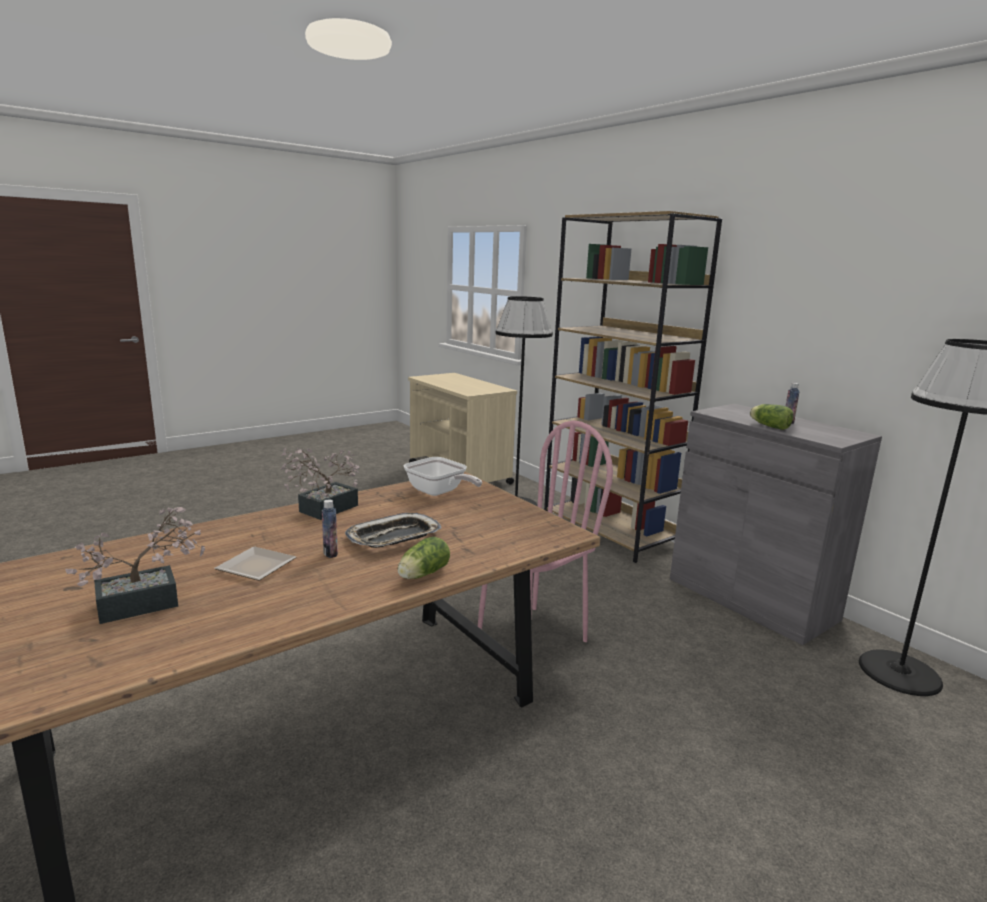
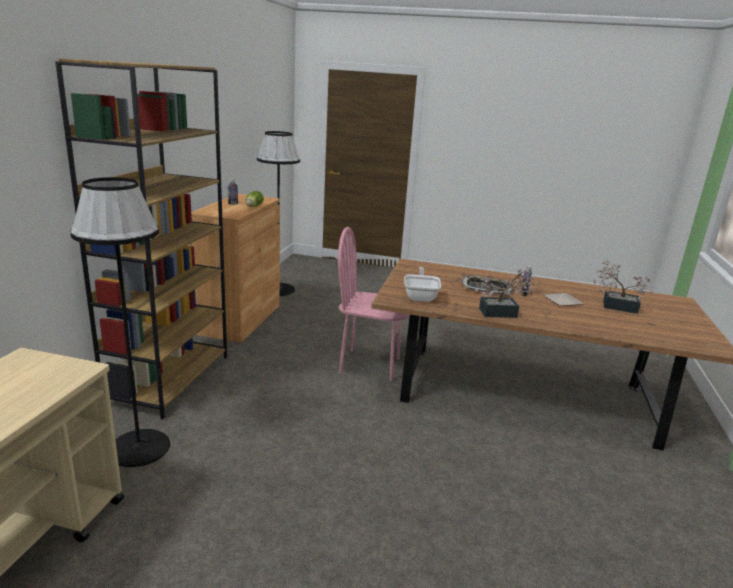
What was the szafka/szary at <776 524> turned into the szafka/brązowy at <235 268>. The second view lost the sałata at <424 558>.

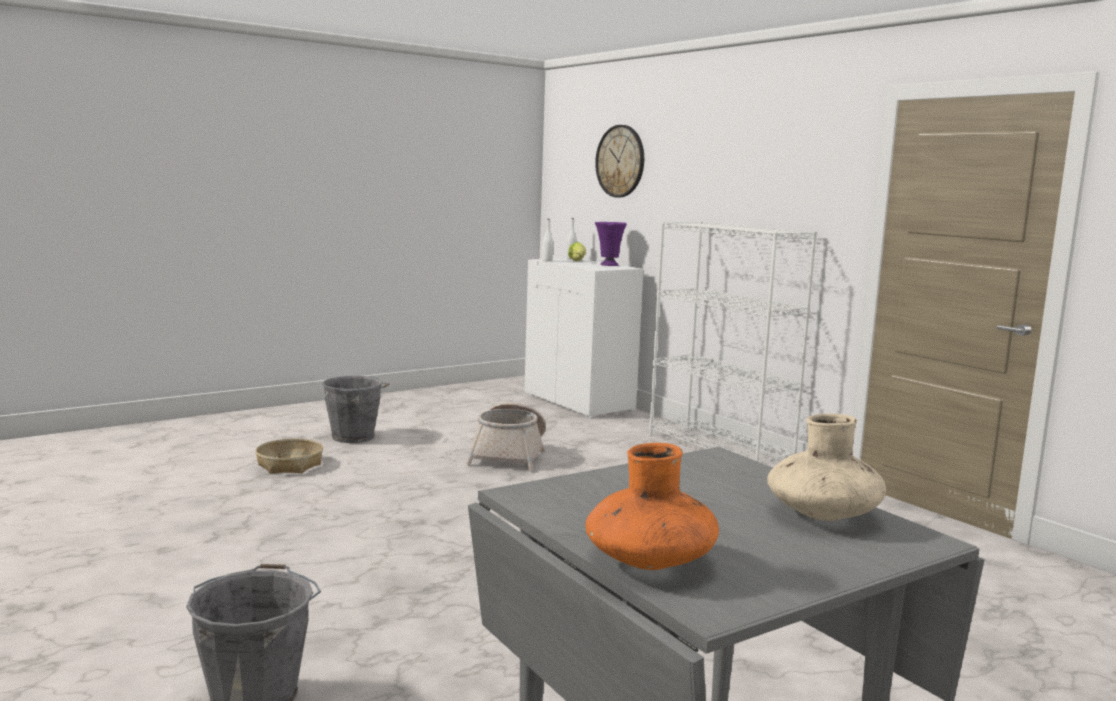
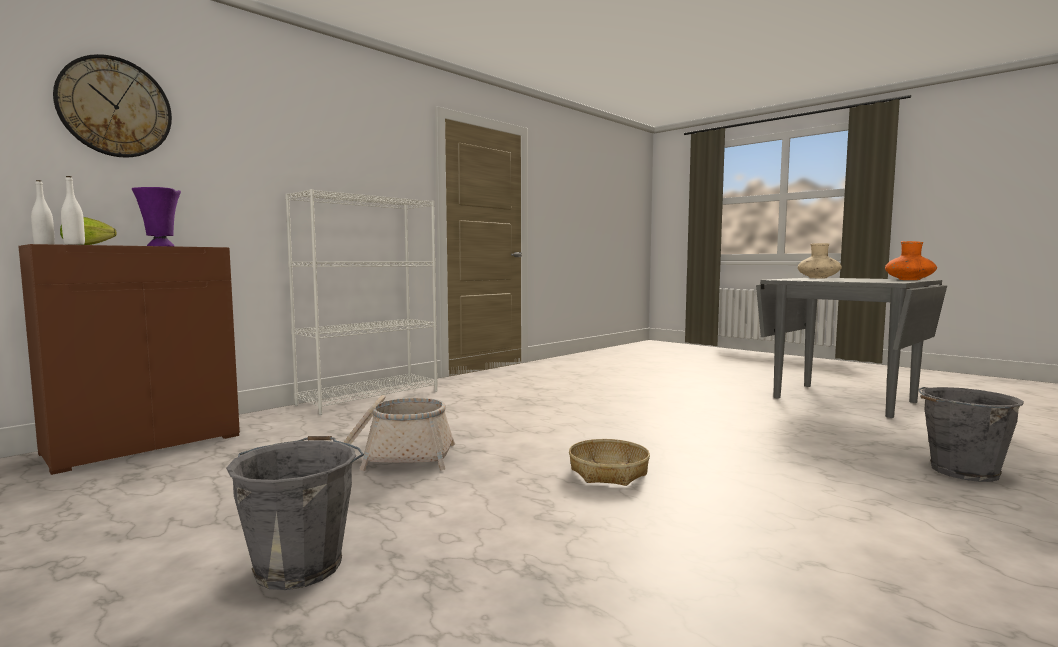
What was the szafka/biały at <583 338> turned into the szafka/brązowy at <129 359>. The koszyk ended up elsewhere, having gone from <289 456> to <609 462>.

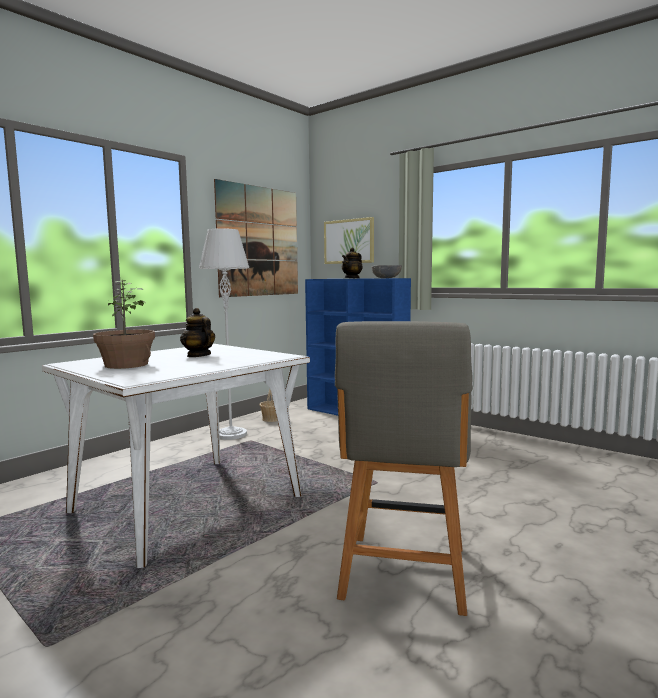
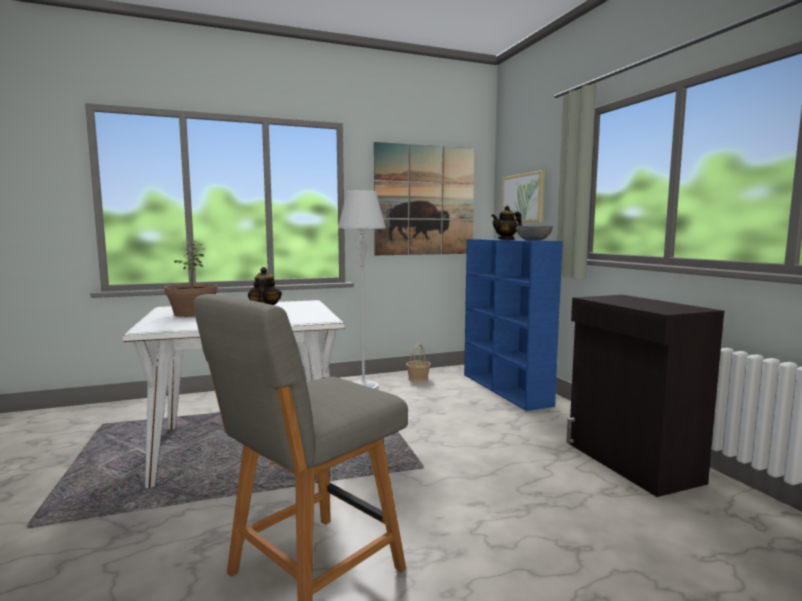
The second view gained the szafka/czarny at <645 396>.

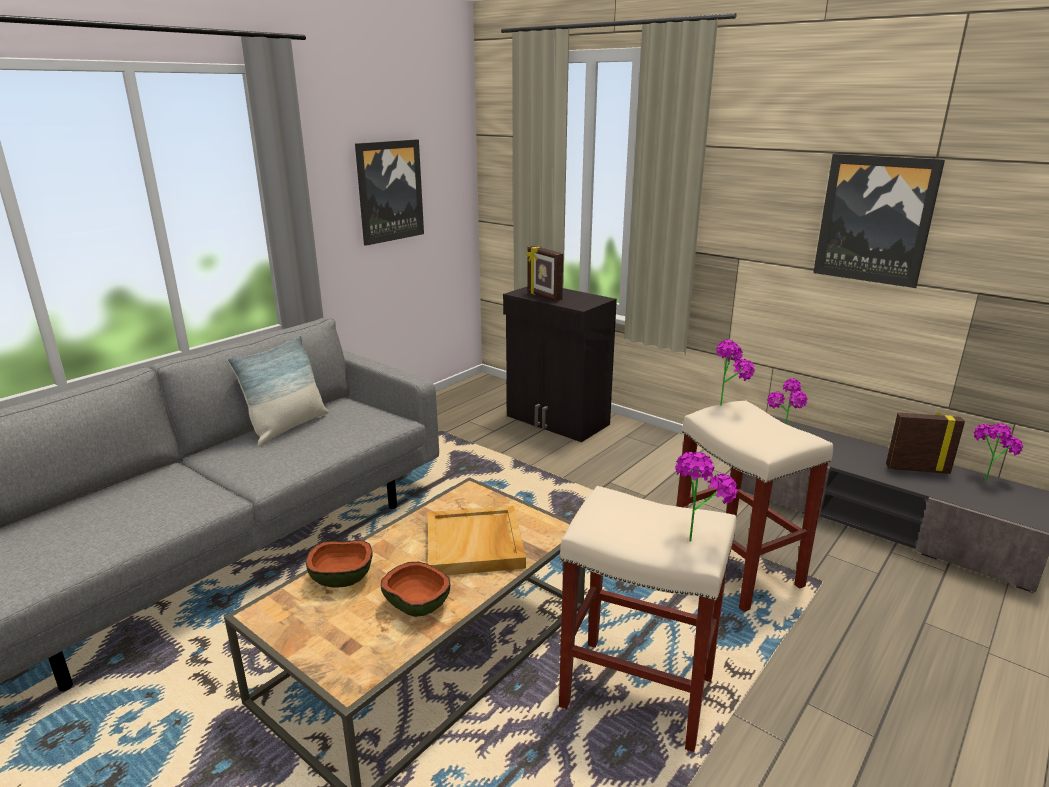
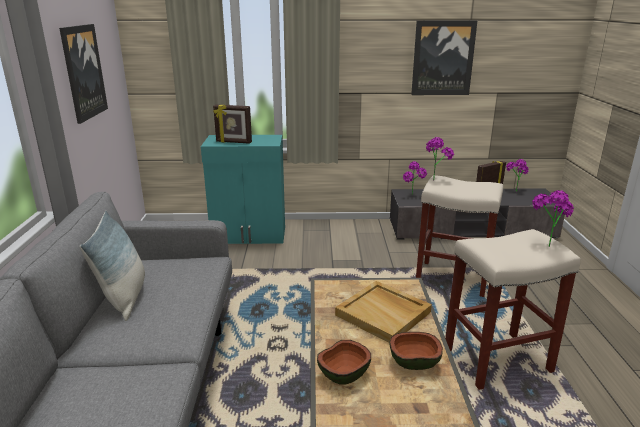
What was the szafka/czarny at <560 364> turned into the szafka/turkusowy at <243 189>.

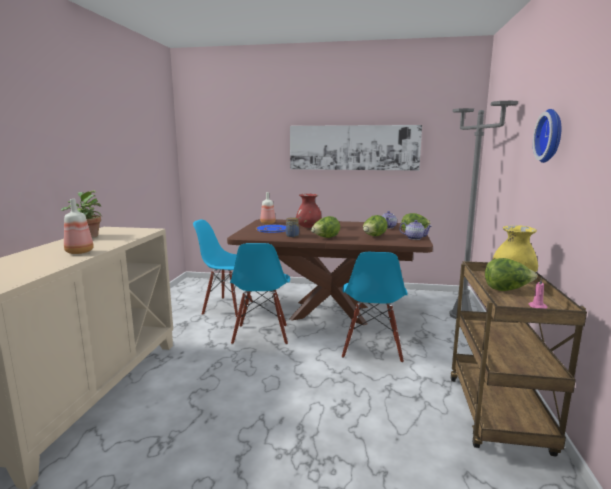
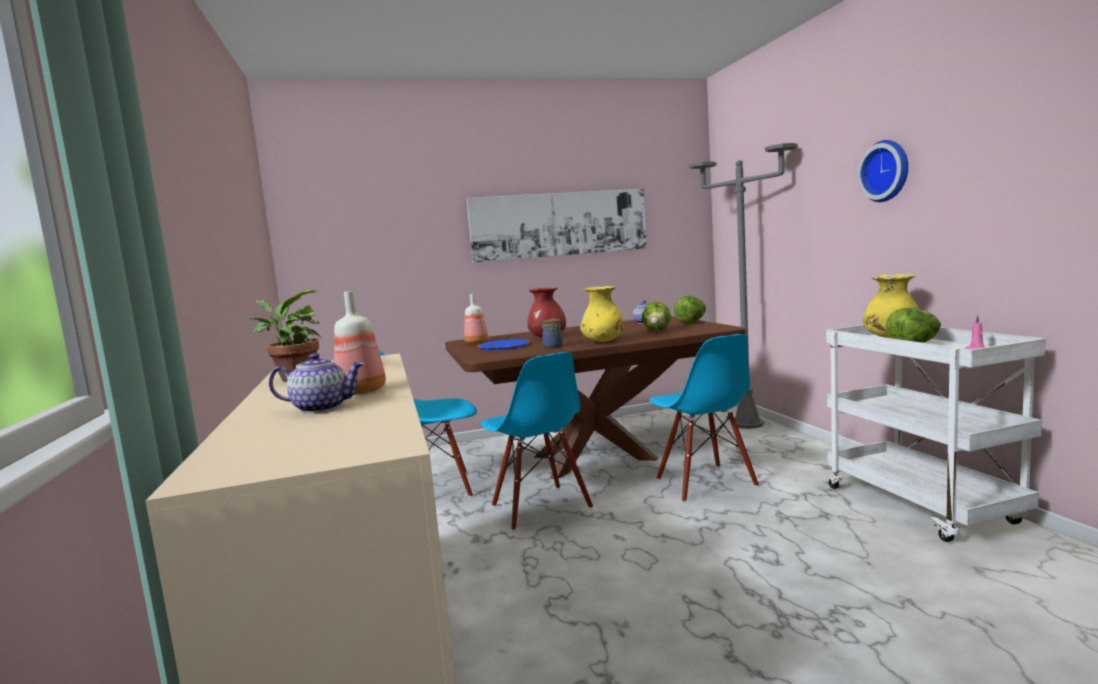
The imbryk ended up elsewhere, having gone from <415 230> to <316 383>. Where the sałata stood at <325 227>, the wazon/żółty came to stand at <601 314>. What was the wózek/brązowy at <518 358> turned into the wózek/biały at <936 433>.

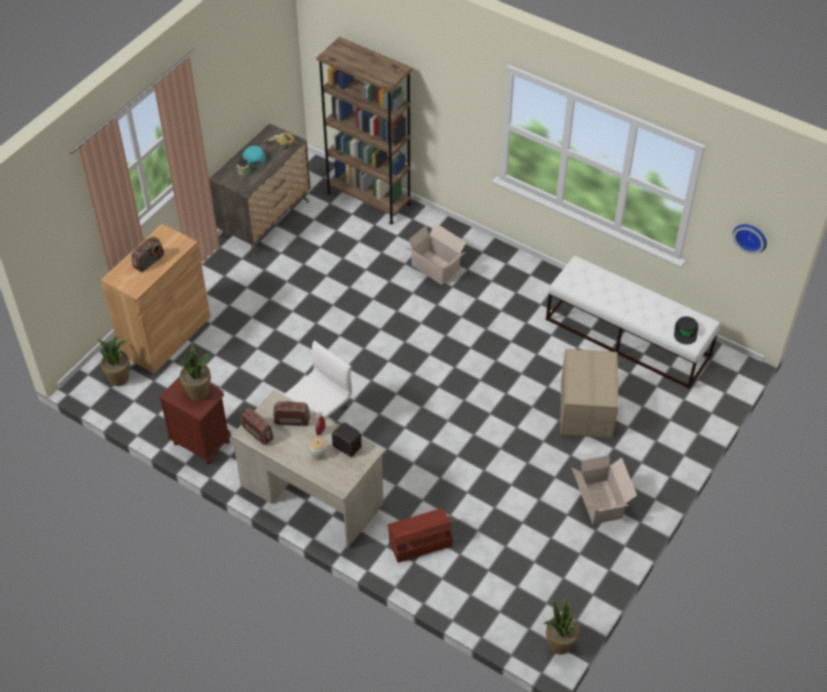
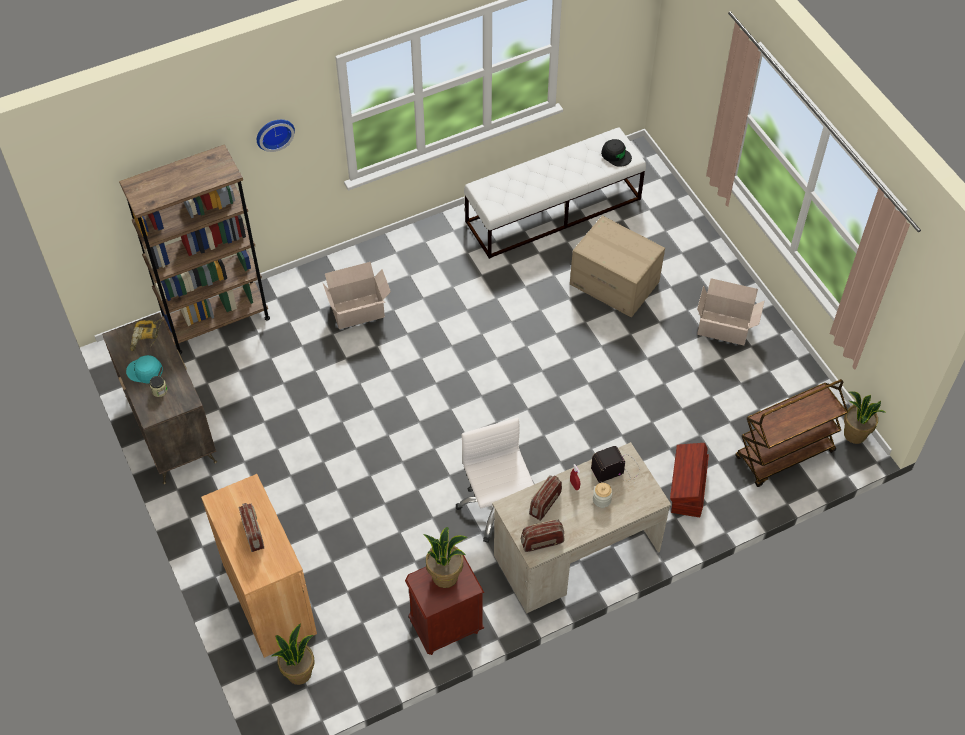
The zegar ścienny ended up elsewhere, having gone from <750 239> to <276 136>. The second view gained the wózek/brązowy at <791 433>.

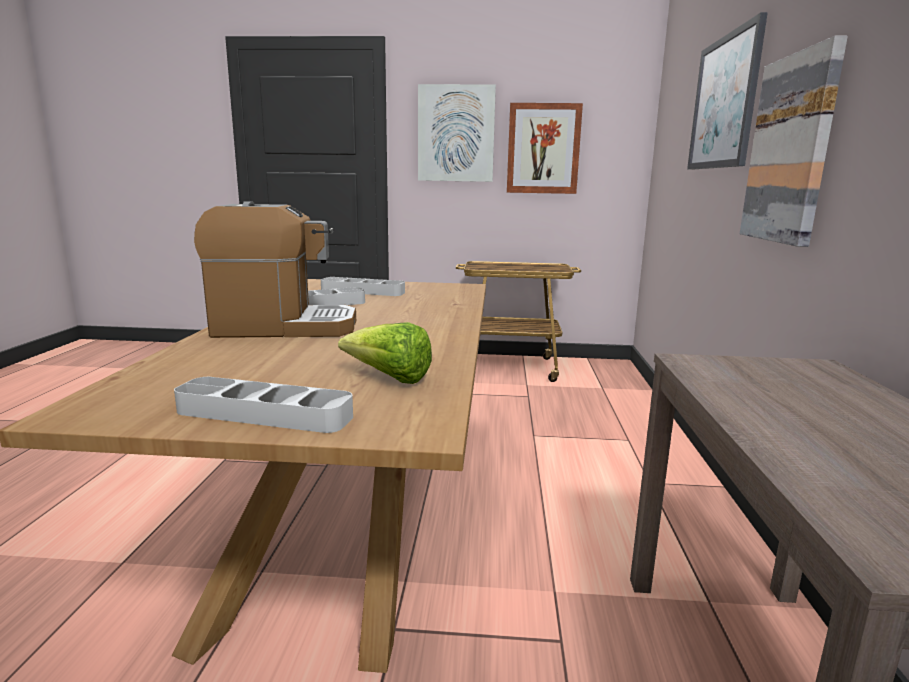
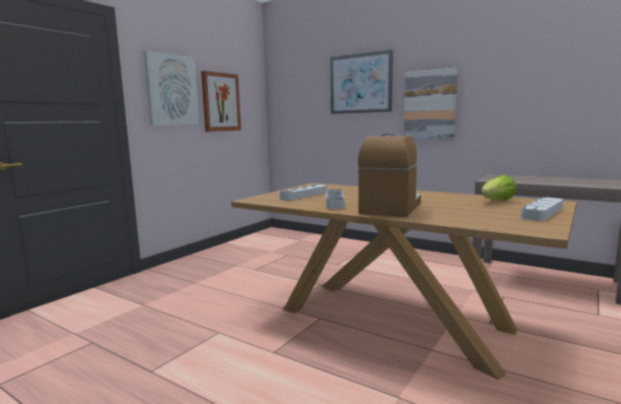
The second view lost the wózek at <518 321>.

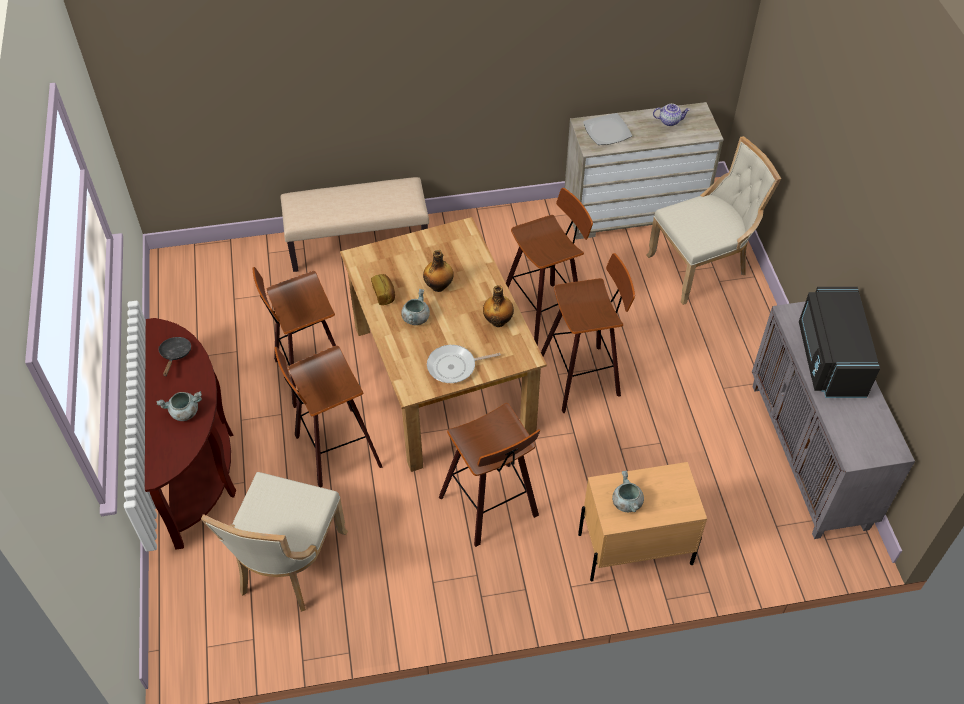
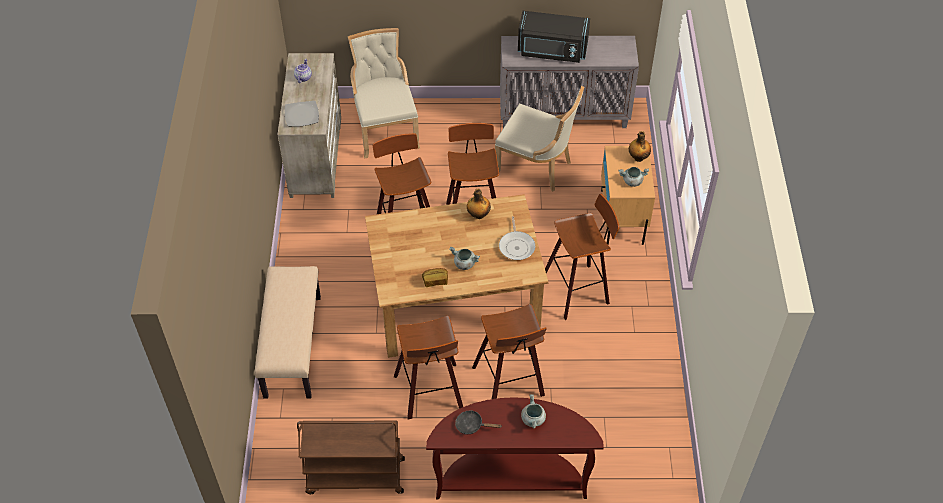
The second view gained the wózek/brązowy at <351 457>. The krzesło/beżowy ended up elsewhere, having gone from <274 542> to <539 139>. The butelka ended up elsewhere, having gone from <438 271> to <640 146>.

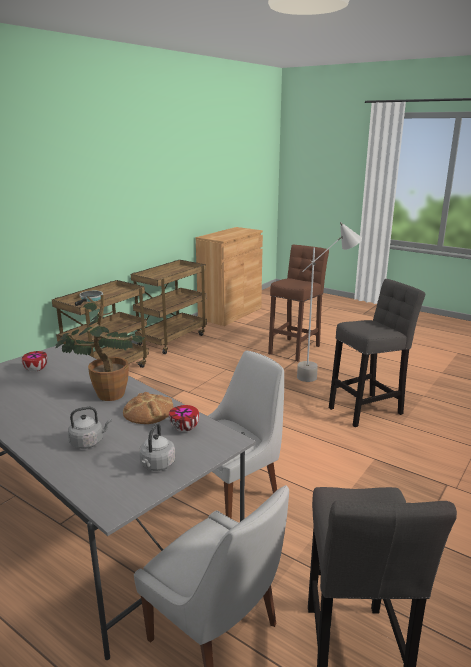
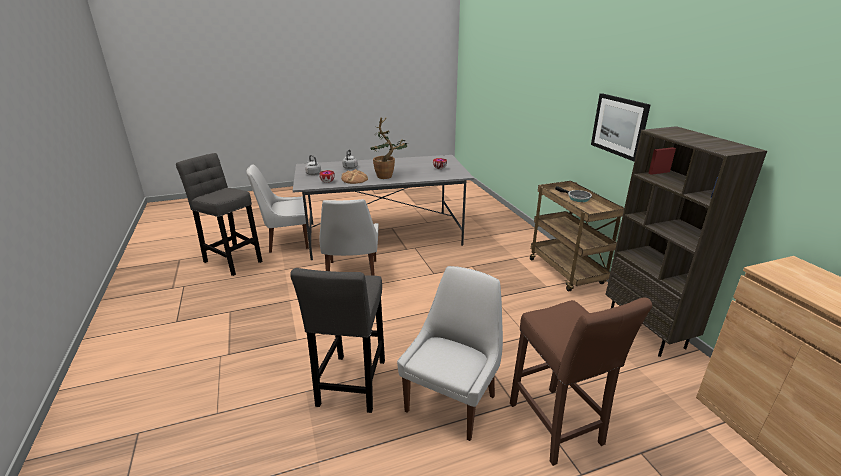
Where the lampa stojąca/szary stood at <329 302>, the krzesło/biały came to stand at <450 353>. The second view gained the obraz at <620 127>. Where the wózek/brązowy stood at <169 307>, the regał/brązowy came to stand at <686 241>.

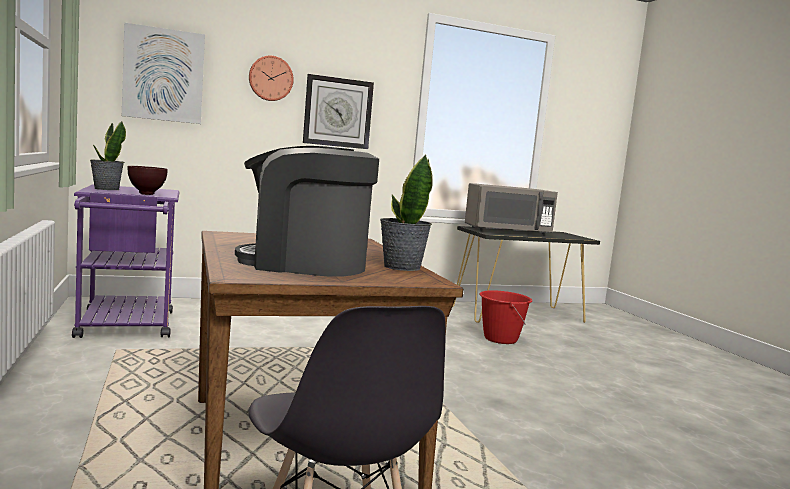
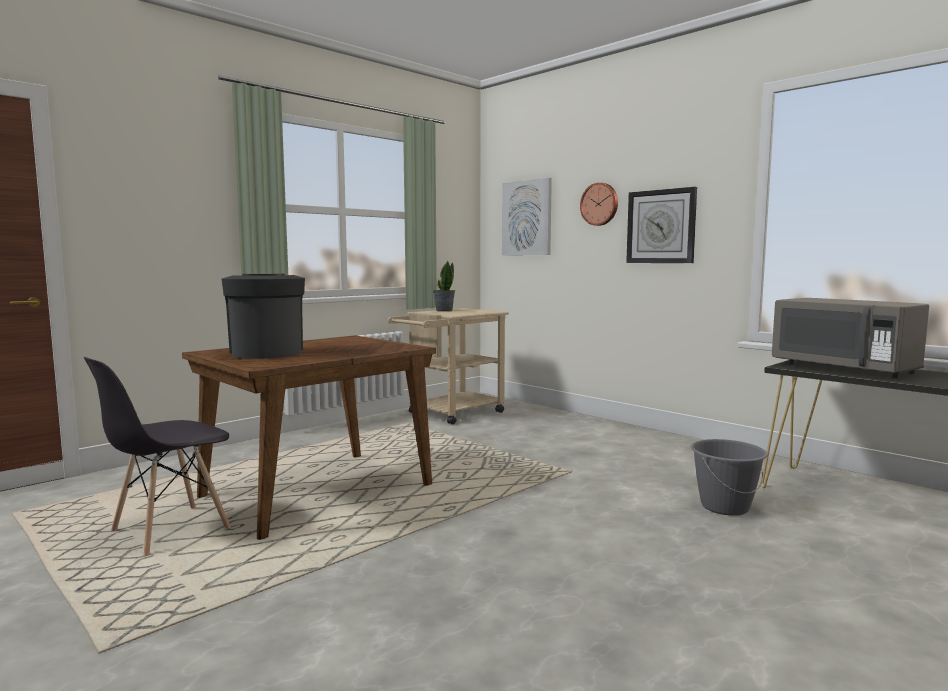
What was the wózek/fioletowy at <125 261> turned into the wózek/beżowy at <448 366>. What was the wiadro/czerwony at <506 317> turned into the wiadro/szary at <729 477>. The second view lost the miska/brązowy at <148 180>. The second view lost the roślina doniczkowa at <406 212>.

